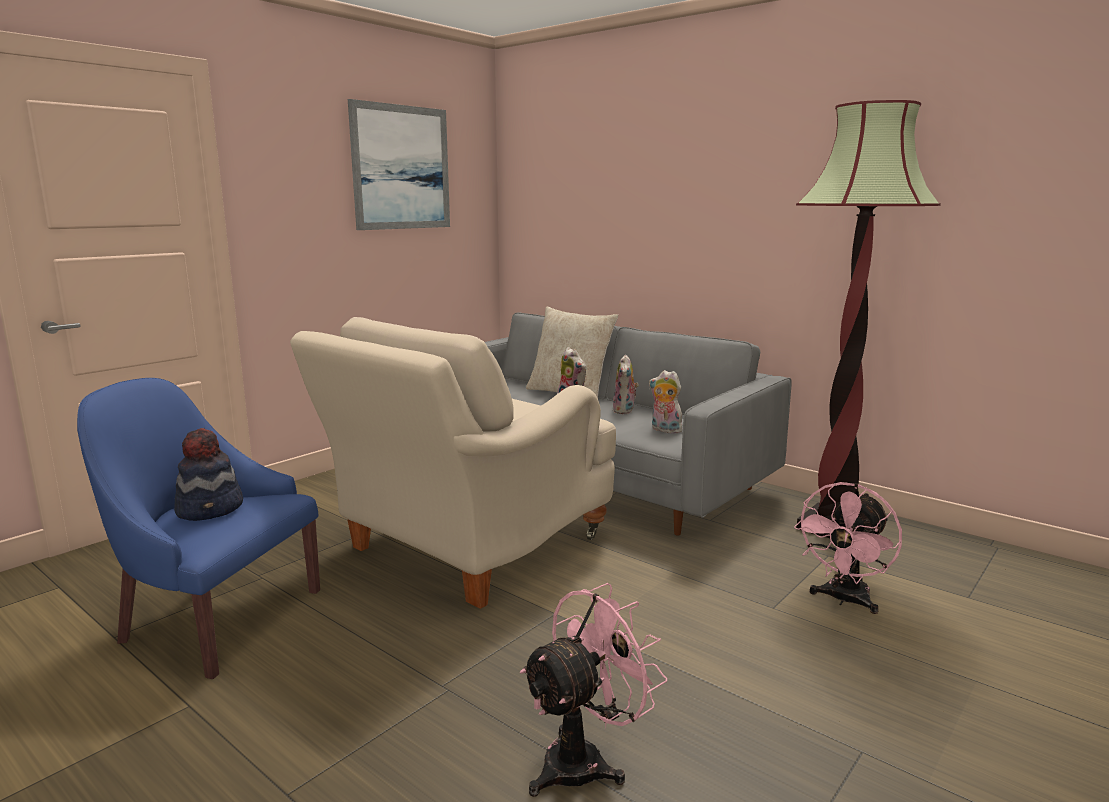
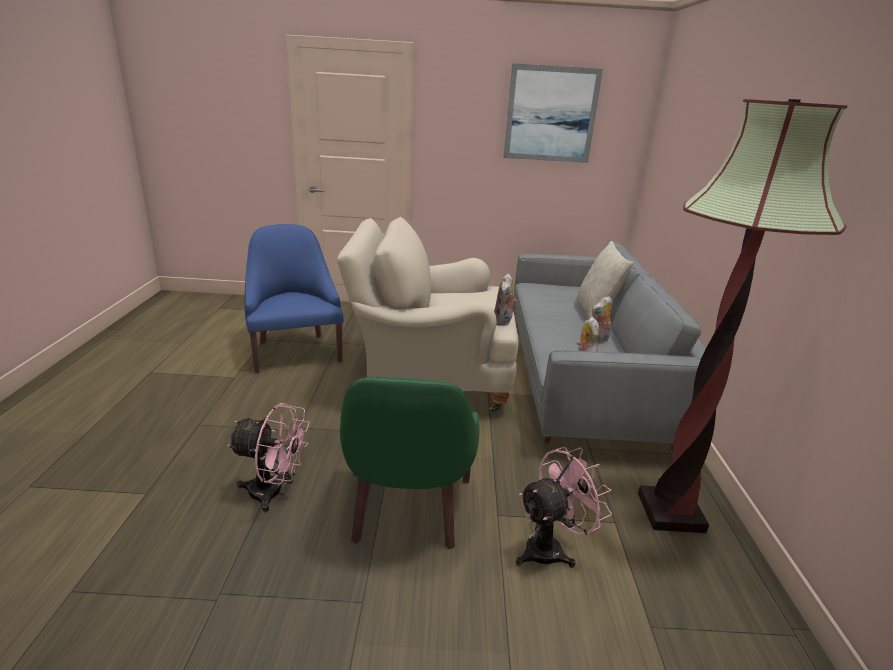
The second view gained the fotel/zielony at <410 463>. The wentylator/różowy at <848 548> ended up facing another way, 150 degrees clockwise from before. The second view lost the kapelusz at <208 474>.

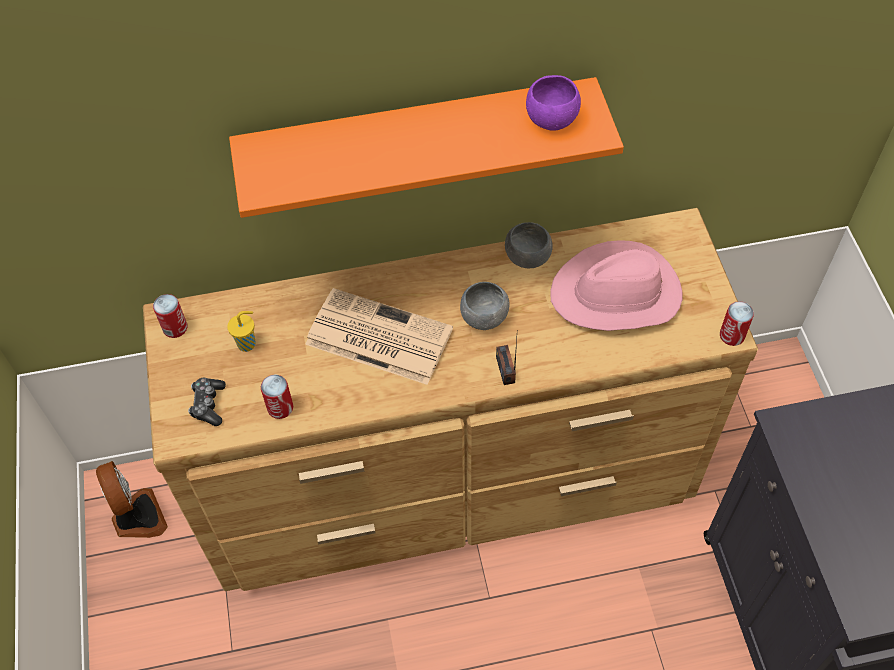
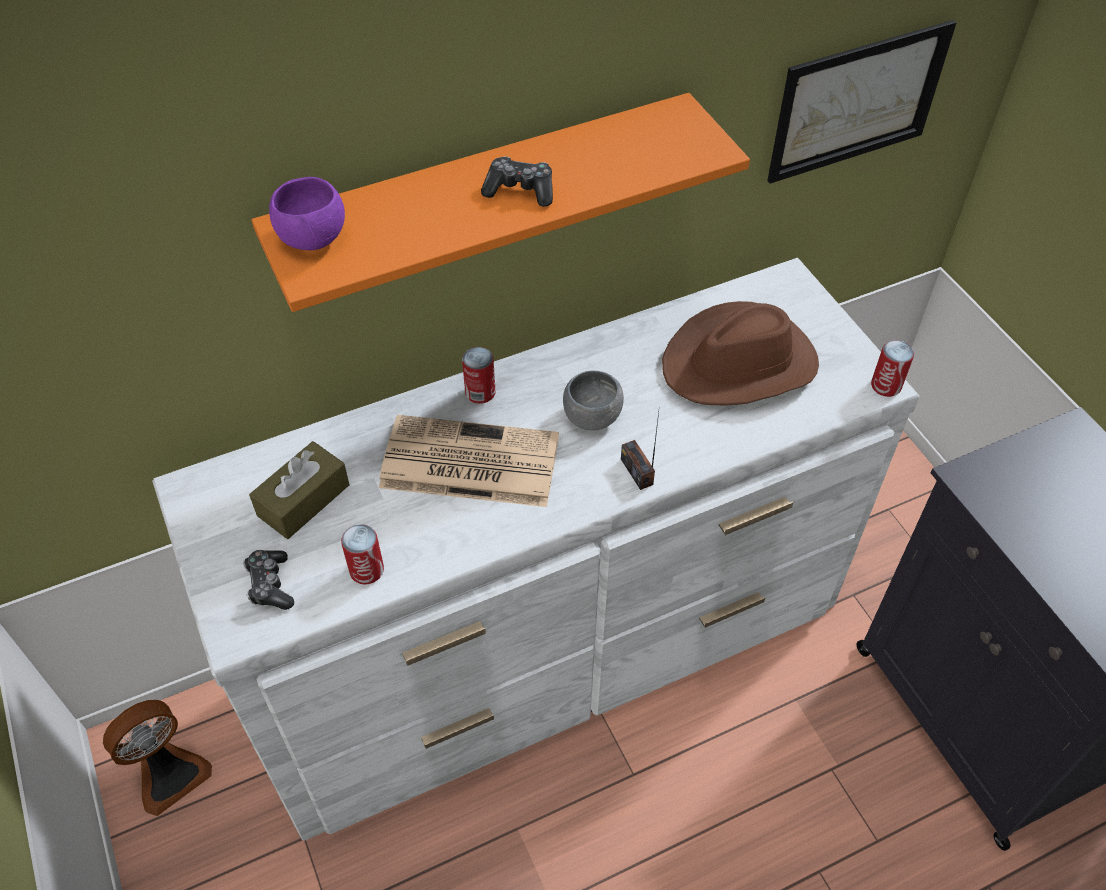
The wentylator at <132 499> ended up facing another way, 90 degrees clockwise from before. What was the komoda/brązowy at <450 399> turned into the komoda/biały at <535 549>. Where the filiżanka/żółty stood at <241 331>, the pudełko chusteczek/brązowy came to stand at <299 490>. The miska/fioletowy ended up elsewhere, having gone from <553 103> to <307 213>. The puszka ended up elsewhere, having gone from <170 316> to <479 375>. The second view gained the pad do gier at <517 181>. What was the kapelusz/różowy at <616 285> turned into the kapelusz/brązowy at <740 353>. The second view gained the obraz at <862 102>. The second view lost the miska/szary at <529 245>.

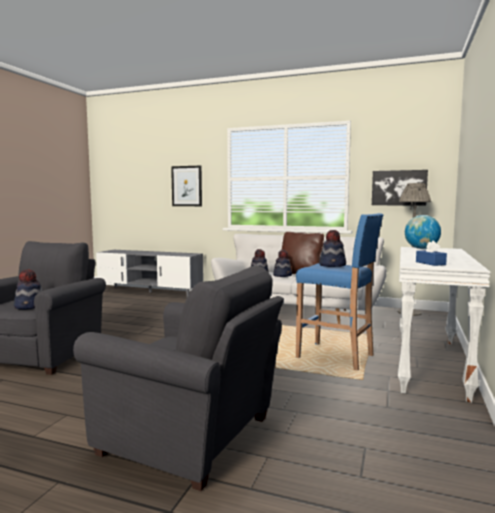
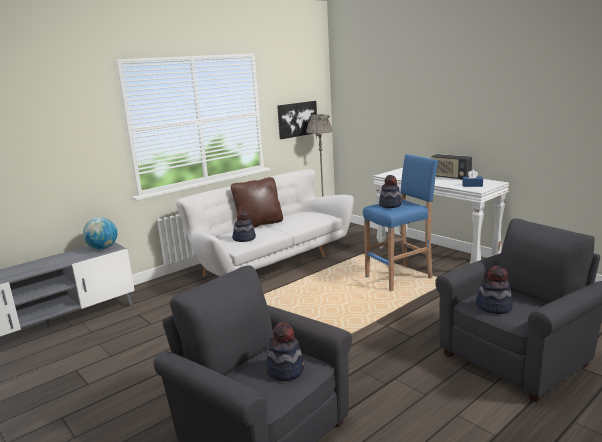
The globus ended up elsewhere, having gone from <423 232> to <100 233>. The second view gained the radio at <451 167>. The kapelusz ended up elsewhere, having gone from <282 263> to <494 290>. The second view lost the obraz at <186 185>.

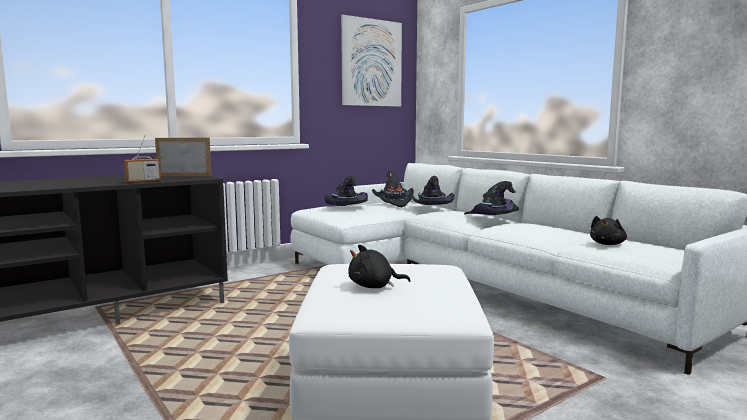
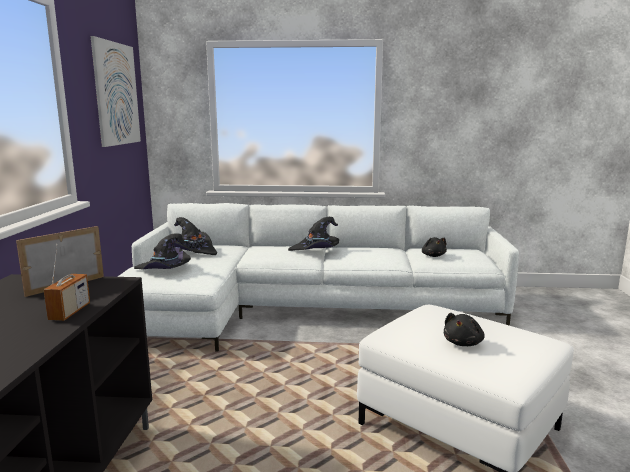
The second view lost the kapelusz/czarny at <432 190>.

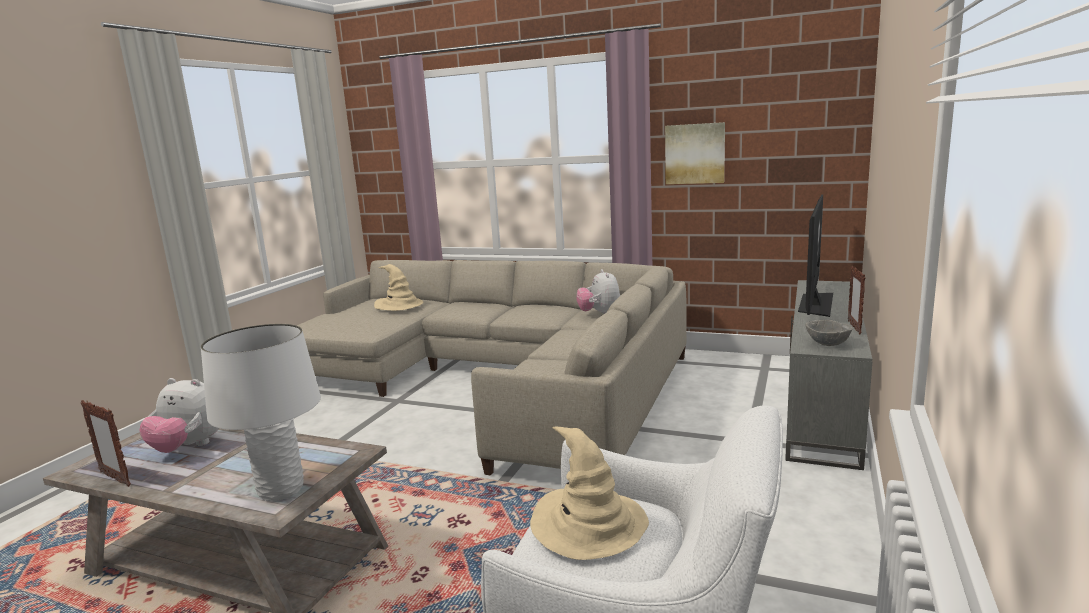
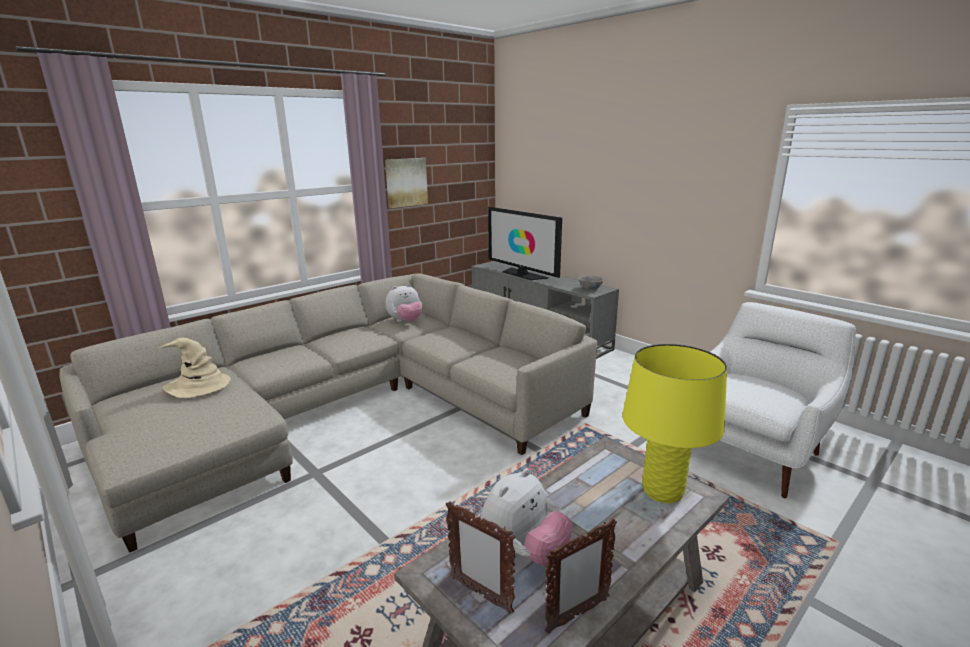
The pluszak at <598 291> ended up facing another way, 45 degrees counterclockwise from before. The ramka na zdjęcie ended up elsewhere, having gone from <856 300> to <480 557>. What was the lampa stołowa/biały at <261 412> turned into the lampa stołowa/żółty at <674 424>. The second view lost the kapelusz/beżowy at <589 493>.

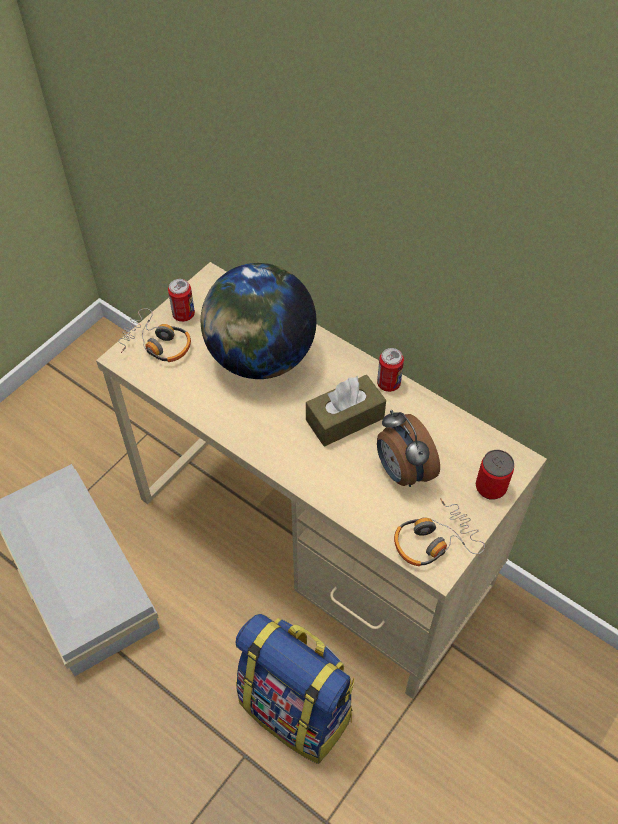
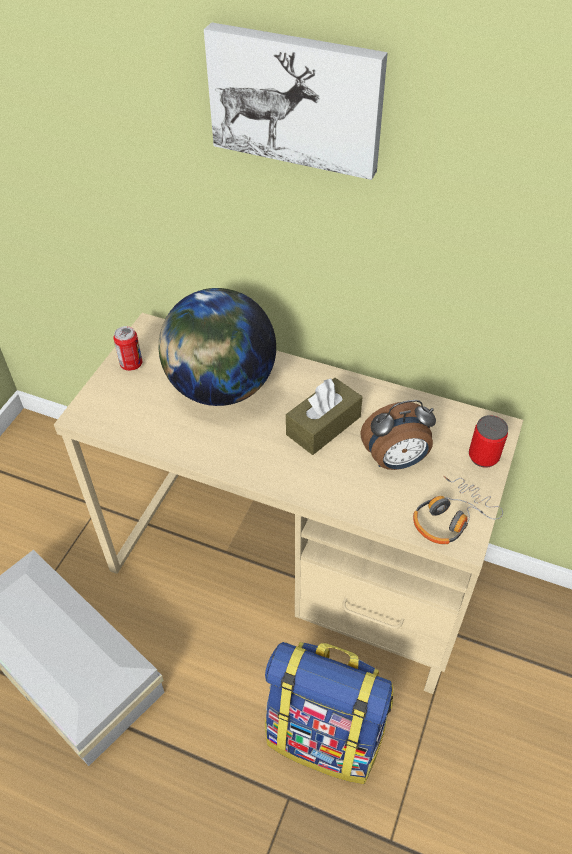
The second view gained the obraz at <296 101>. The budzik at <408 448> ended up facing another way, 60 degrees counterclockwise from before. The second view lost the słuchawki at <154 335>. The second view lost the puszka at <390 370>.

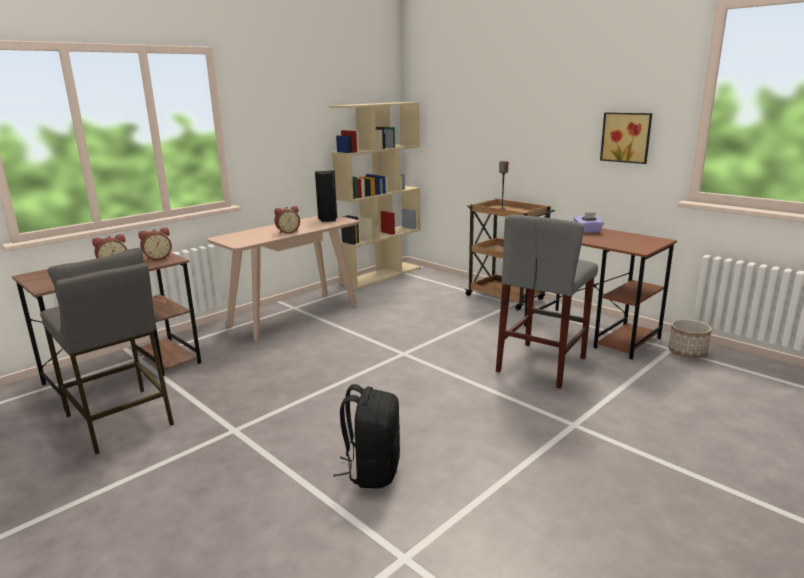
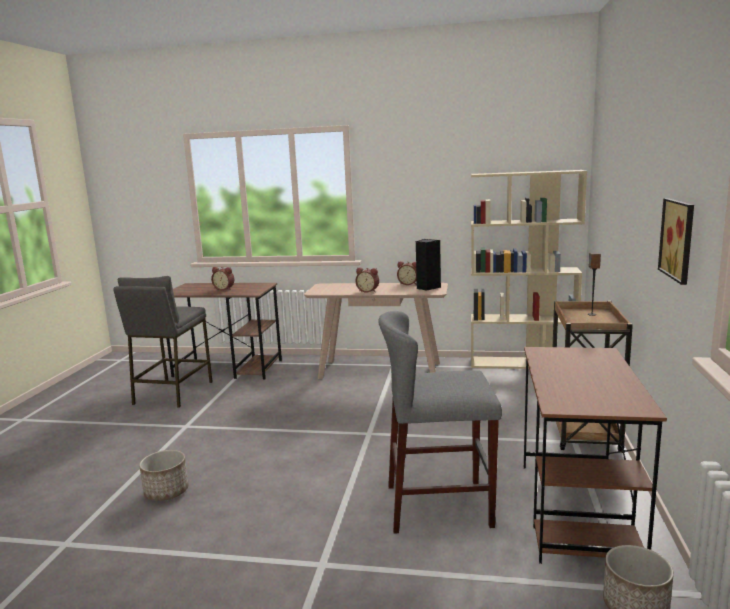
Where the plecak/czarny stood at <367 436>, the donica came to stand at <164 475>. The budzik ended up elsewhere, having gone from <155 244> to <407 273>. The second view lost the pudełko chusteczek/fioletowy at <589 222>.

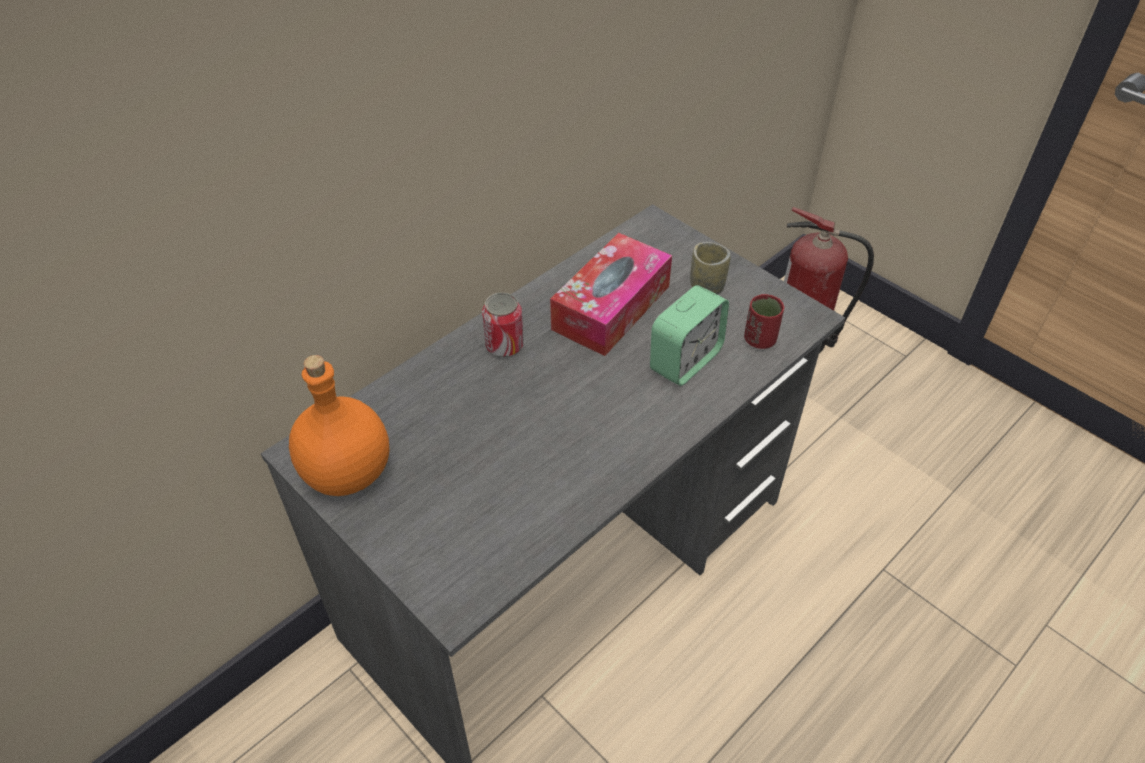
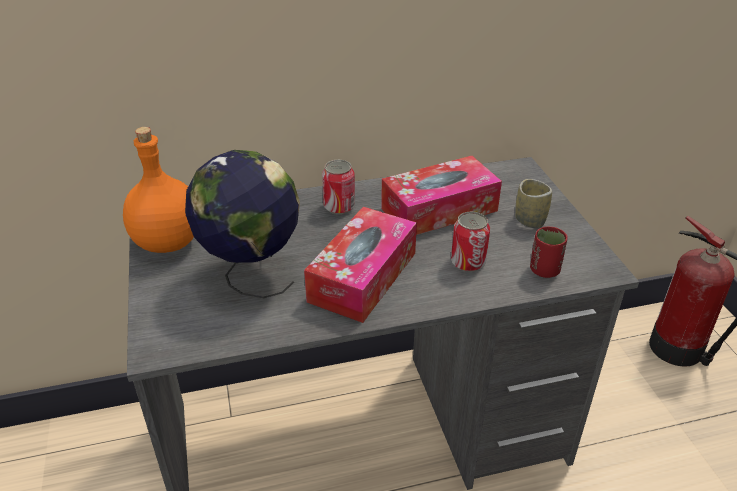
The second view gained the globus at <242 224>. The second view gained the pudełko chusteczek at <360 265>. Where the budzik stood at <689 335>, the puszka came to stand at <470 242>.

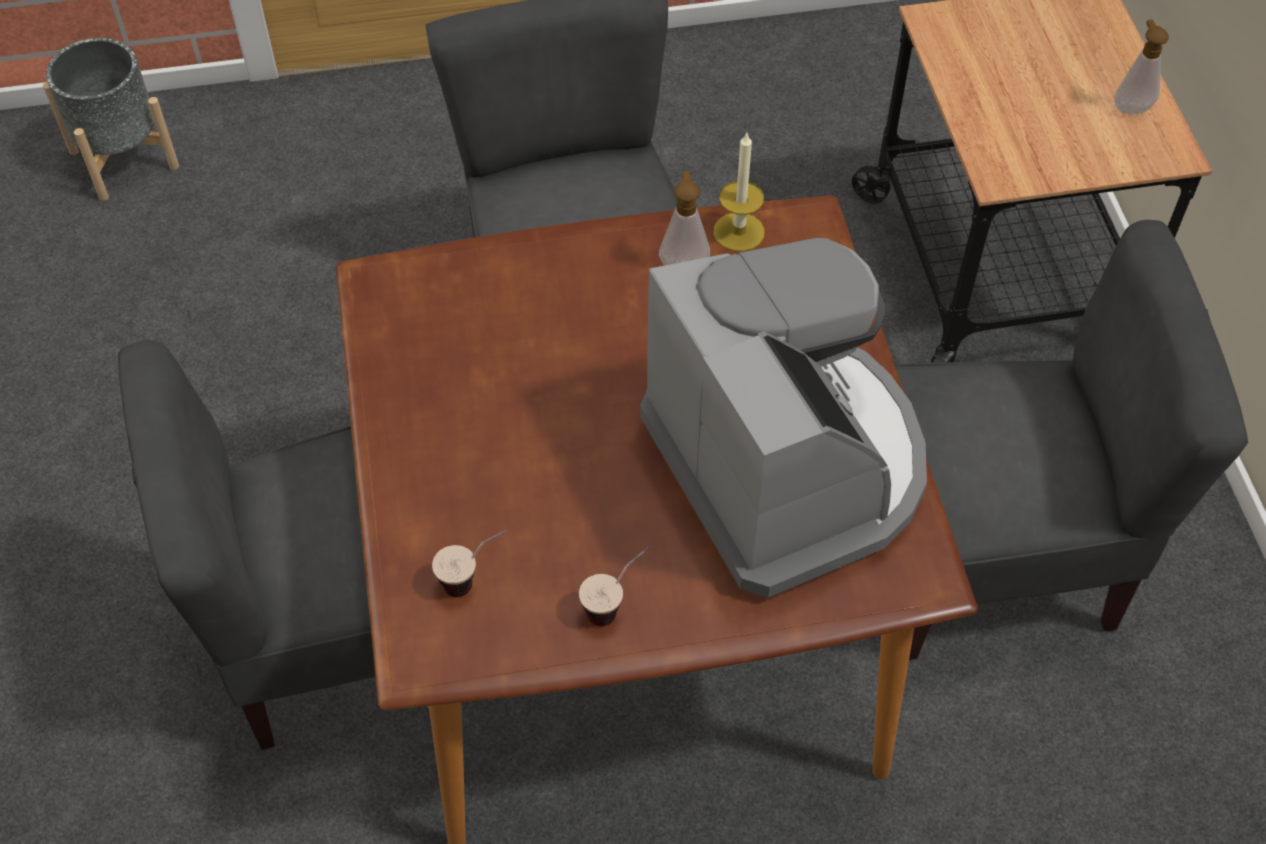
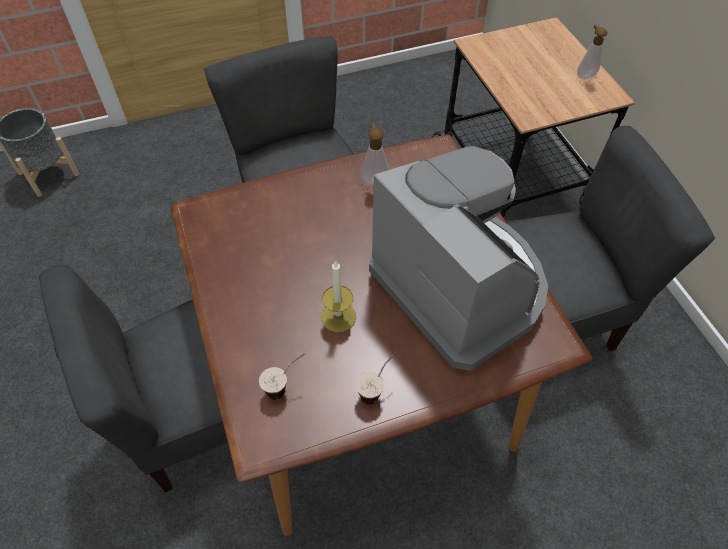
The świeca ended up elsewhere, having gone from <739 192> to <338 296>.

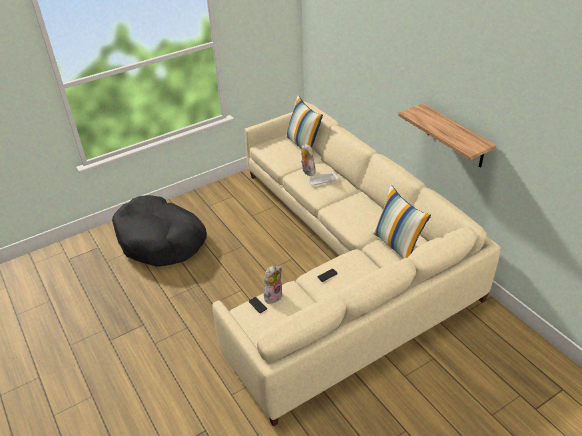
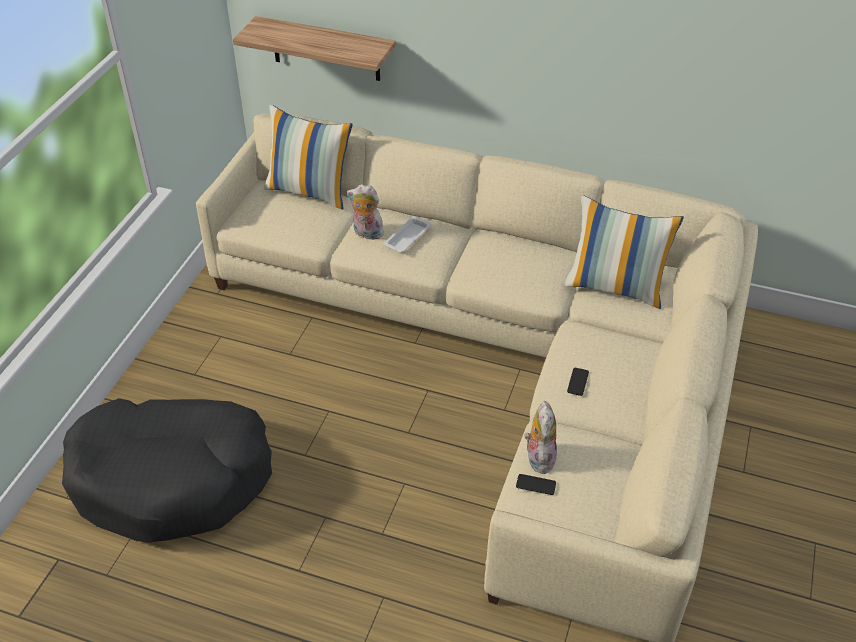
The półka ended up elsewhere, having gone from <447 135> to <314 48>.

